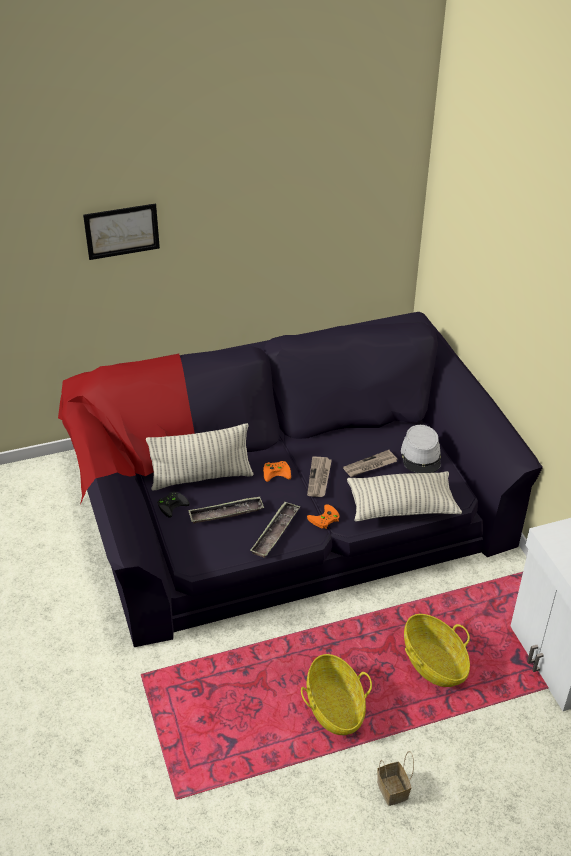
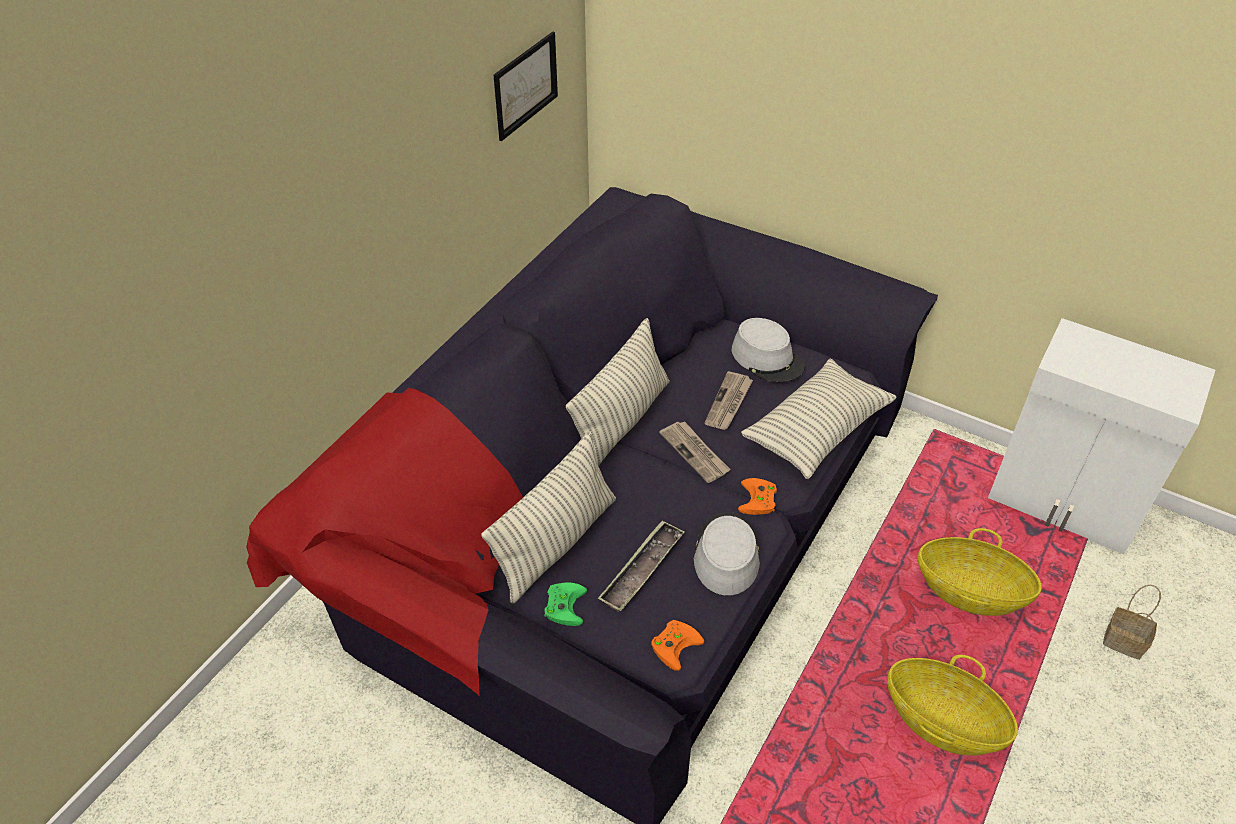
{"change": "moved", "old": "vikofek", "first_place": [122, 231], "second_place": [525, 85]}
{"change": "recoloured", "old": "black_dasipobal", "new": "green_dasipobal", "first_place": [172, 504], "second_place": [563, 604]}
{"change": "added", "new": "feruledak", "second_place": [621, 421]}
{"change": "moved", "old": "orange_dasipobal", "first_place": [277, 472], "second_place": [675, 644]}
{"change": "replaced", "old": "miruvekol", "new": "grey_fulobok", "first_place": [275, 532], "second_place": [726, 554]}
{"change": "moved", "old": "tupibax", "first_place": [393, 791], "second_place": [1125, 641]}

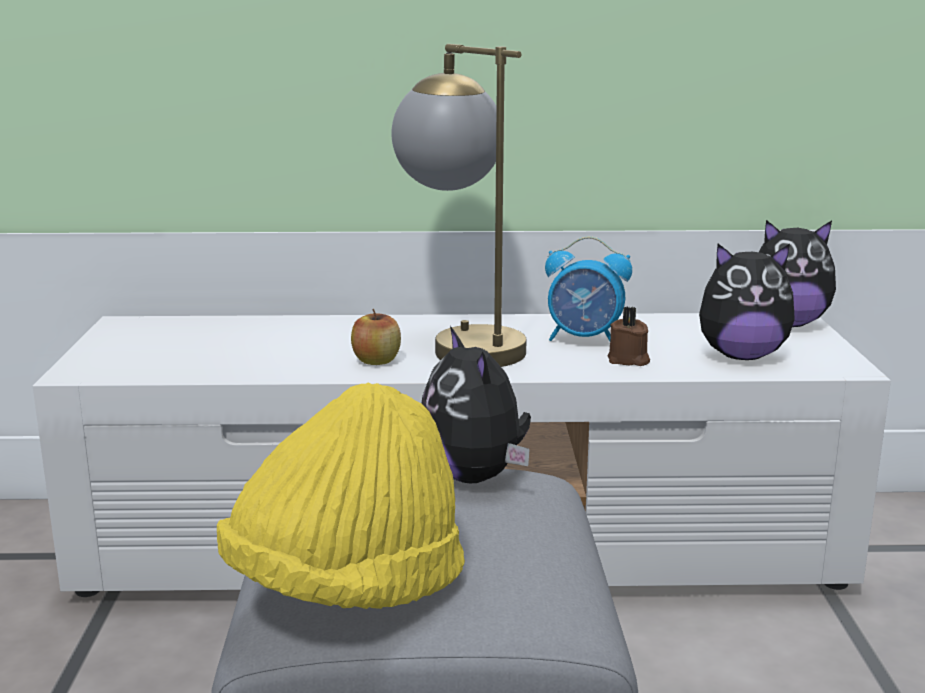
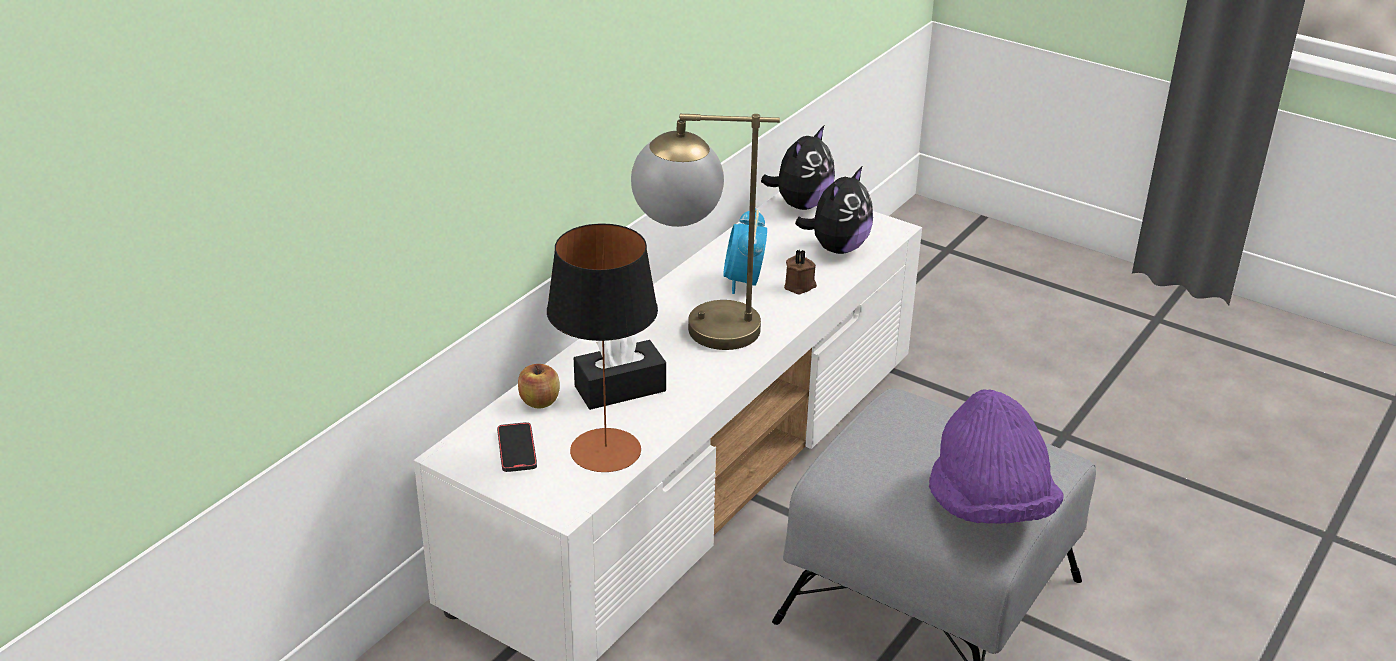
{"change": "added", "new": "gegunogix", "second_place": [517, 450]}
{"change": "moved", "old": "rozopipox", "first_place": [376, 361], "second_place": [539, 401]}
{"change": "added", "new": "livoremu", "second_place": [605, 451]}
{"change": "added", "new": "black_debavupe", "second_place": [620, 389]}
{"change": "turned", "old": "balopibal", "first_place": [584, 339], "second_place": [744, 282], "degrees": 135}
{"change": "recoloured", "old": "yellow_fulobok", "new": "purple_fulobok", "first_place": [347, 588], "second_place": [989, 506]}
{"change": "removed", "old": "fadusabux", "first_place": [476, 476]}

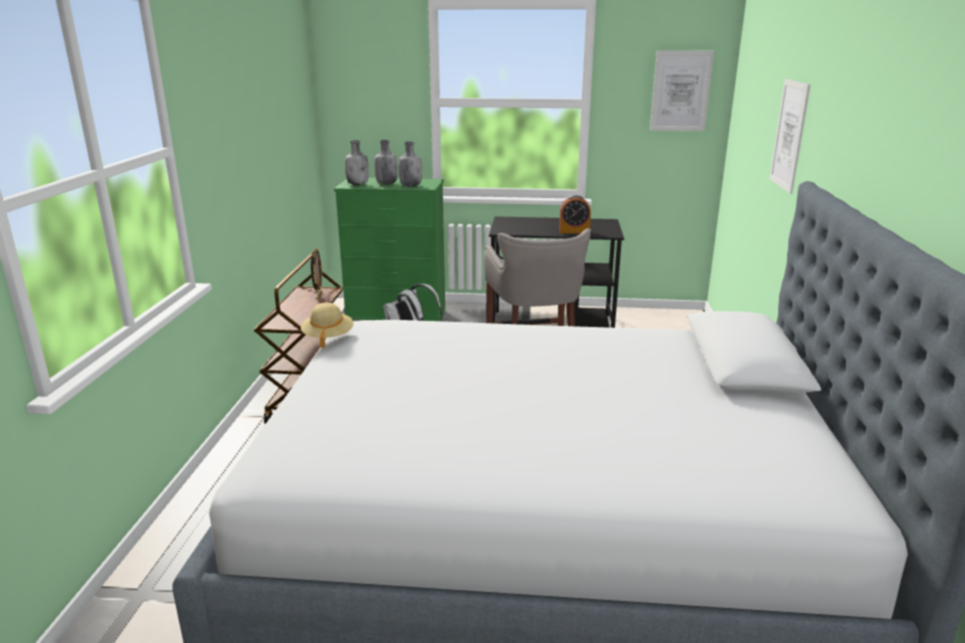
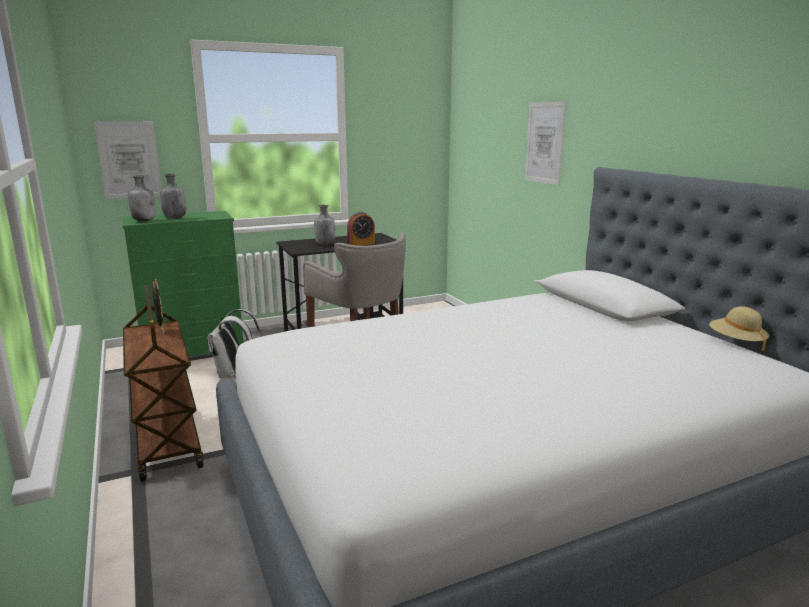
{"change": "moved", "old": "vikofek", "first_place": [681, 91], "second_place": [129, 160]}
{"change": "moved", "old": "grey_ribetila", "first_place": [410, 186], "second_place": [325, 244]}
{"change": "moved", "old": "beige_fulobok", "first_place": [328, 337], "second_place": [736, 342]}

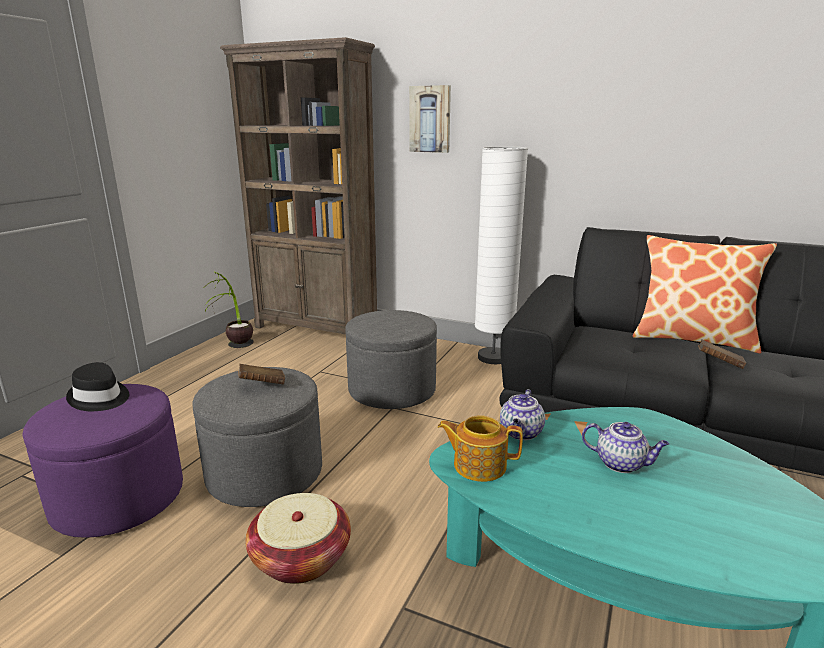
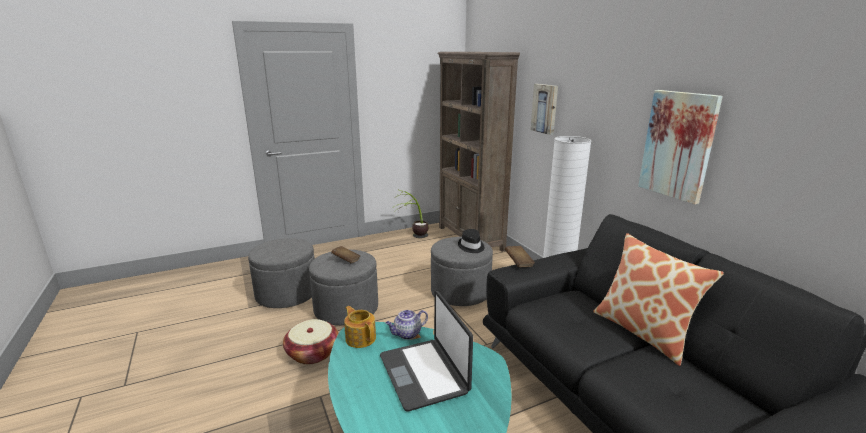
{"change": "recoloured", "old": "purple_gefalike", "new": "grey_gefalike", "first_place": [118, 498], "second_place": [286, 293]}
{"change": "replaced", "old": "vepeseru", "new": "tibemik", "first_place": [621, 463], "second_place": [424, 374]}
{"change": "moved", "old": "black_fulobok", "first_place": [99, 398], "second_place": [471, 246]}
{"change": "moved", "old": "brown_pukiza", "first_place": [719, 364], "second_place": [519, 263]}
{"change": "added", "new": "vikofek", "second_place": [678, 145]}

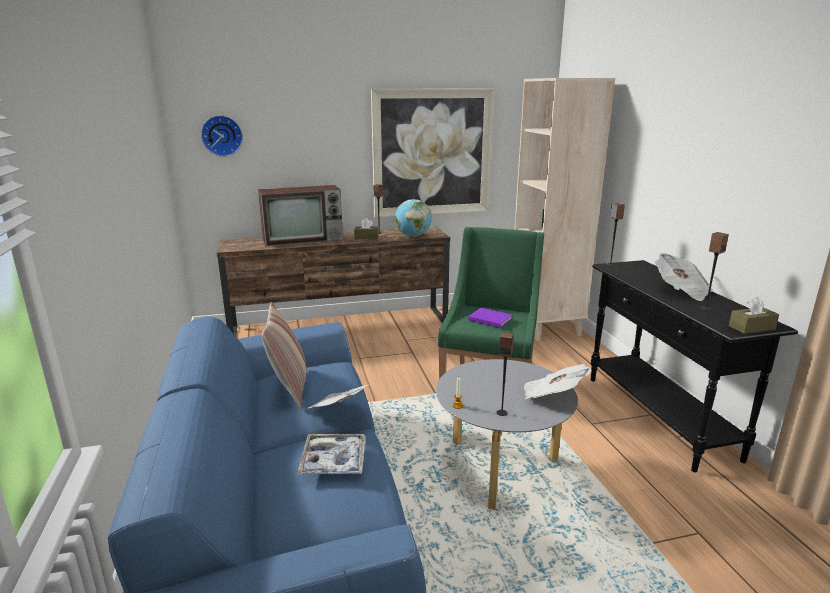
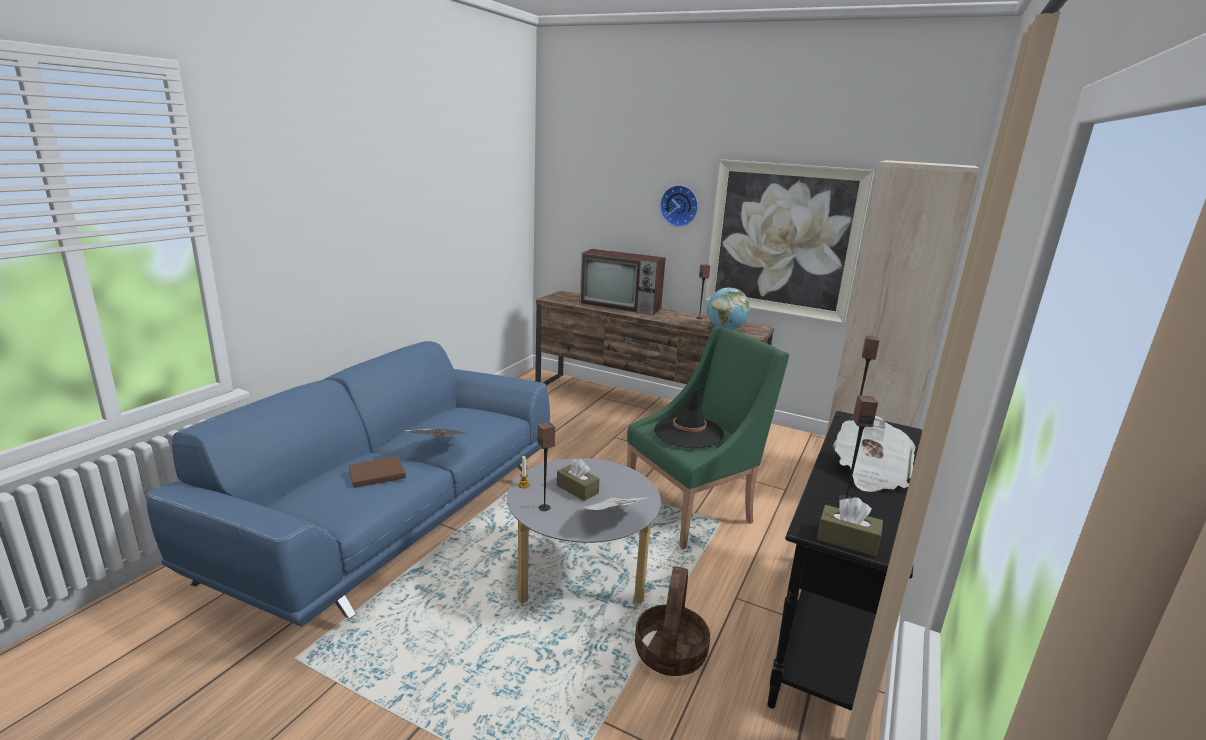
{"change": "replaced", "old": "miruvekol", "new": "brown_pukiza", "first_place": [333, 461], "second_place": [375, 474]}
{"change": "moved", "old": "brown_debavupe", "first_place": [366, 237], "second_place": [577, 489]}
{"change": "added", "new": "tupibax", "second_place": [670, 653]}
{"change": "replaced", "old": "purple_pukiza", "new": "black_fulobok", "first_place": [489, 319], "second_place": [688, 433]}
{"change": "moved", "old": "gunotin", "first_place": [222, 135], "second_place": [679, 206]}
{"change": "removed", "old": "feruledak", "first_place": [289, 388]}

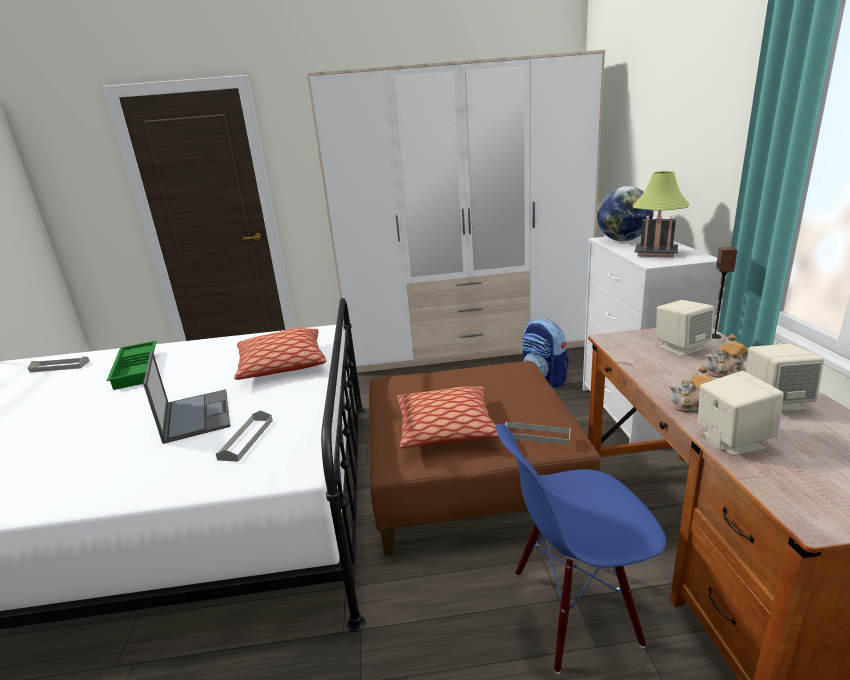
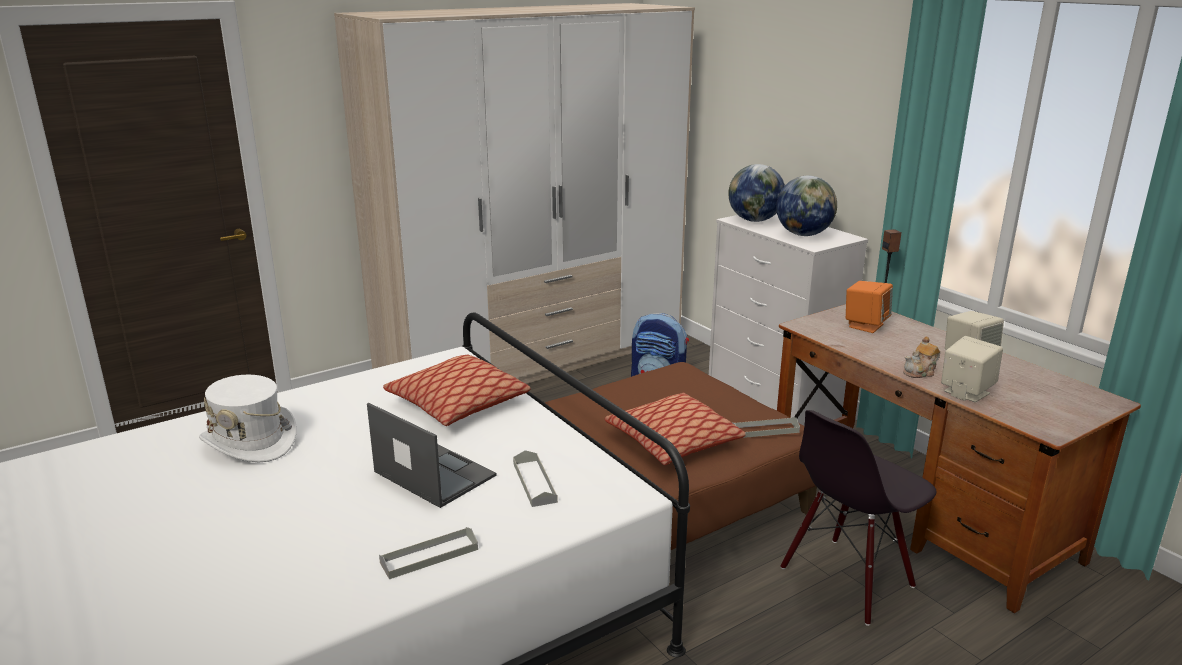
{"change": "replaced", "old": "green_miruvekol", "new": "white_fulobok", "first_place": [138, 369], "second_place": [250, 442]}
{"change": "moved", "old": "grey_miruvekol", "first_place": [60, 366], "second_place": [429, 556]}
{"change": "replaced", "old": "livoremu", "new": "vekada", "first_place": [656, 253], "second_place": [803, 234]}
{"change": "recoloured", "old": "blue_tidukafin", "new": "black_tidukafin", "first_place": [574, 609], "second_place": [847, 579]}
{"change": "recoloured", "old": "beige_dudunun", "new": "orange_dudunun", "first_place": [680, 347], "second_place": [865, 325]}
{"change": "removed", "old": "vepeseru", "first_place": [725, 372]}

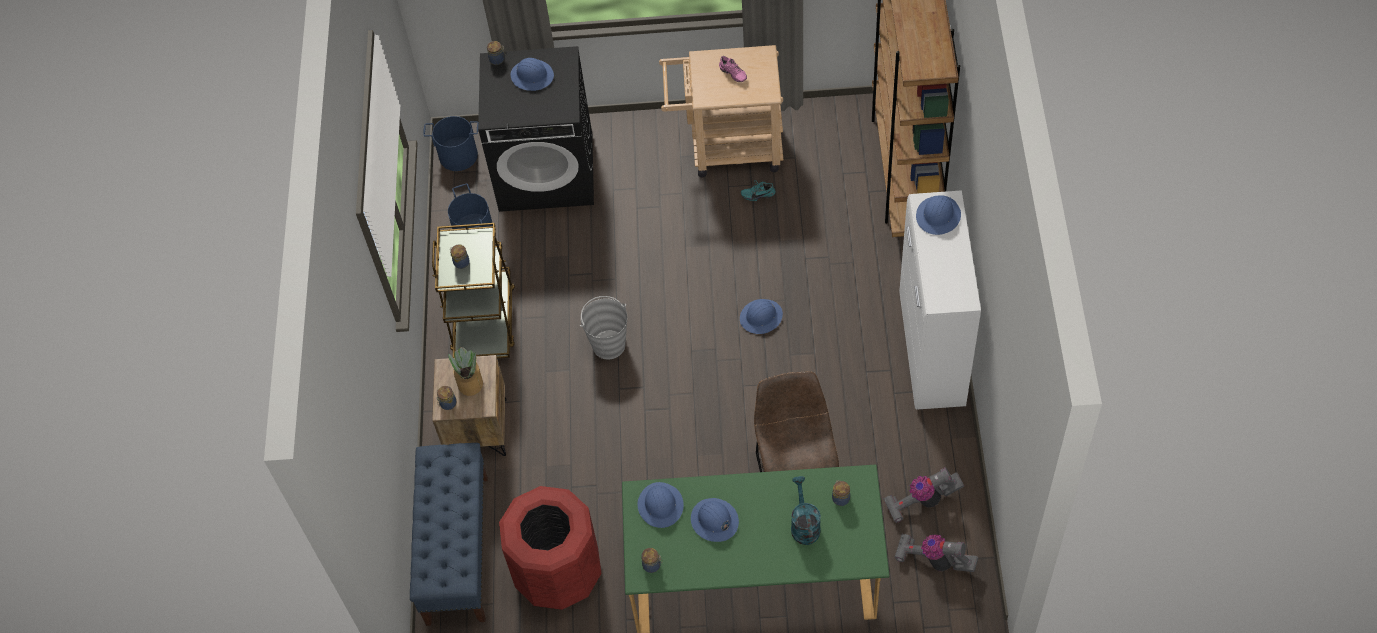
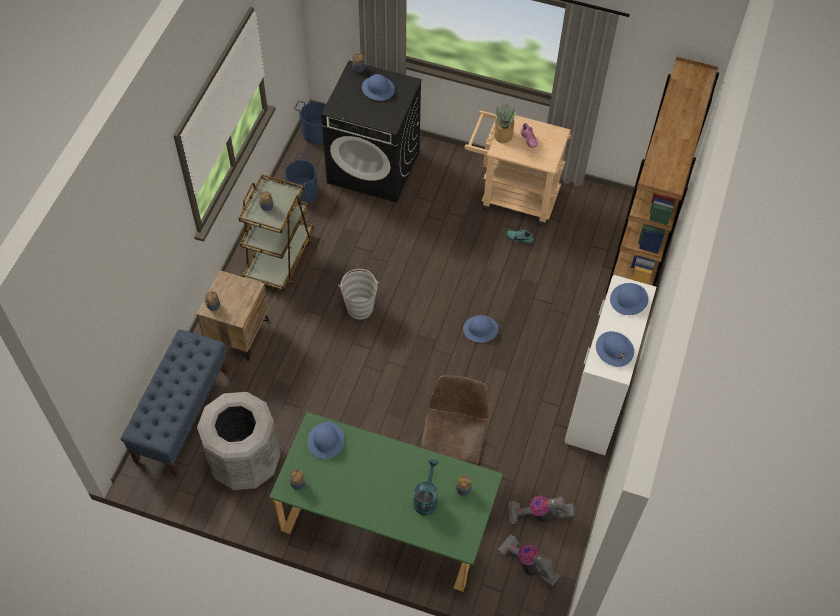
{"change": "recoloured", "old": "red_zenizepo", "new": "grey_zenizepo", "first_place": [558, 574], "second_place": [245, 462]}
{"change": "moved", "old": "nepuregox", "first_place": [470, 384], "second_place": [503, 135]}
{"change": "moved", "old": "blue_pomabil", "first_place": [714, 521], "second_place": [614, 350]}

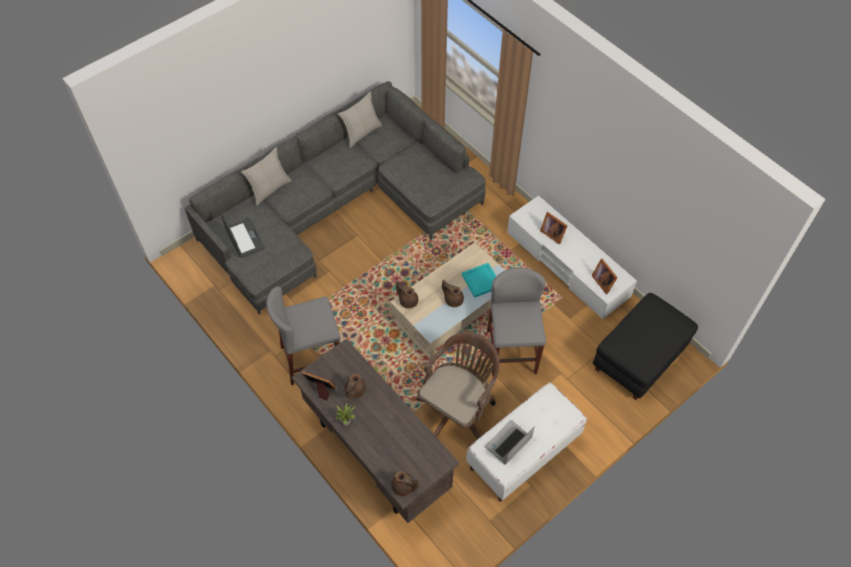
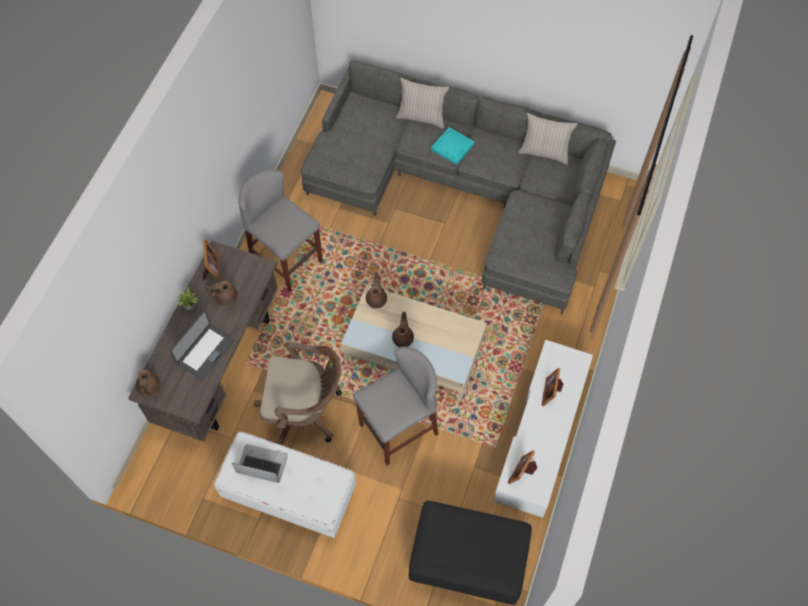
{"change": "moved", "old": "tibemik", "first_place": [244, 238], "second_place": [205, 351]}
{"change": "moved", "old": "turquoise_miruvekol", "first_place": [482, 281], "second_place": [452, 147]}

